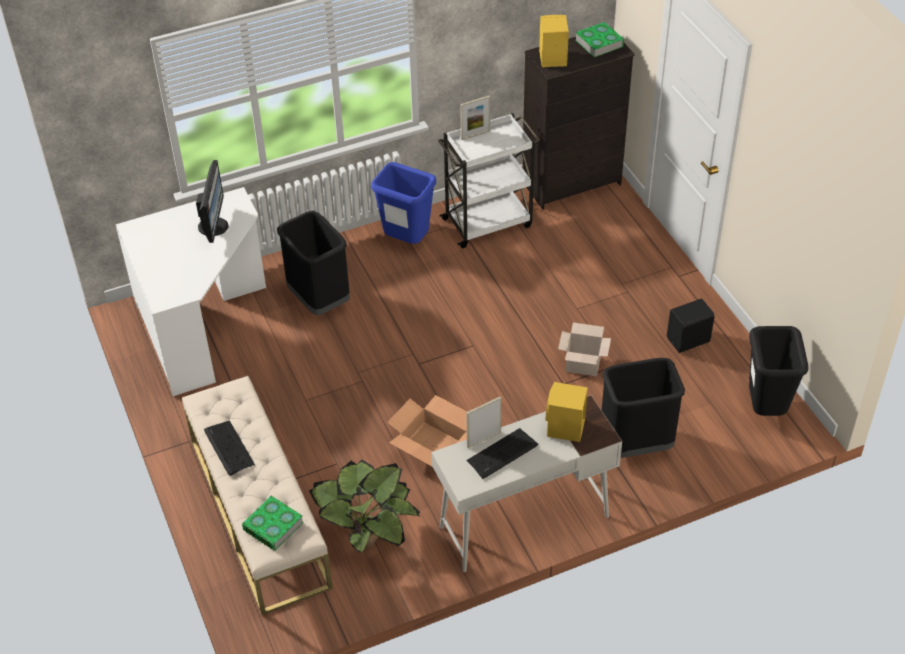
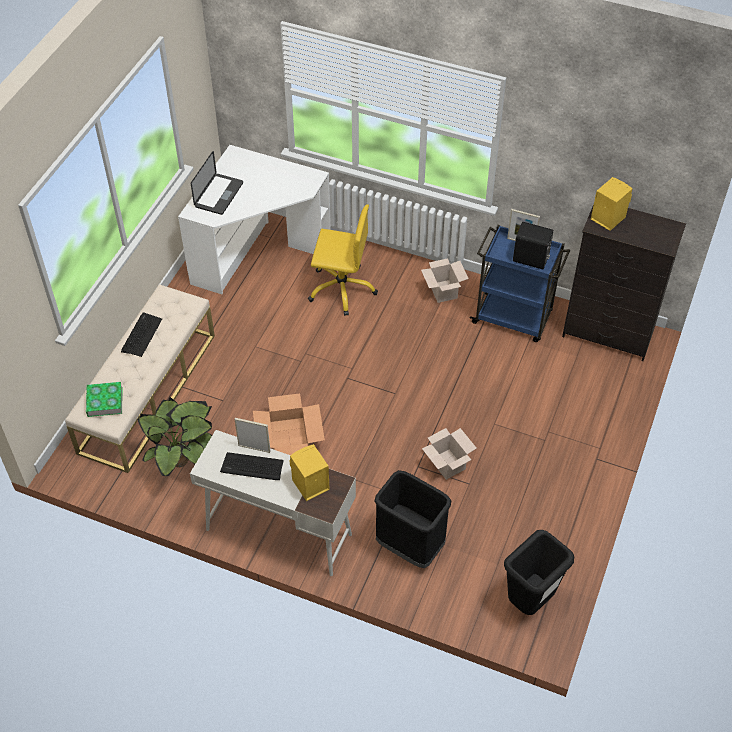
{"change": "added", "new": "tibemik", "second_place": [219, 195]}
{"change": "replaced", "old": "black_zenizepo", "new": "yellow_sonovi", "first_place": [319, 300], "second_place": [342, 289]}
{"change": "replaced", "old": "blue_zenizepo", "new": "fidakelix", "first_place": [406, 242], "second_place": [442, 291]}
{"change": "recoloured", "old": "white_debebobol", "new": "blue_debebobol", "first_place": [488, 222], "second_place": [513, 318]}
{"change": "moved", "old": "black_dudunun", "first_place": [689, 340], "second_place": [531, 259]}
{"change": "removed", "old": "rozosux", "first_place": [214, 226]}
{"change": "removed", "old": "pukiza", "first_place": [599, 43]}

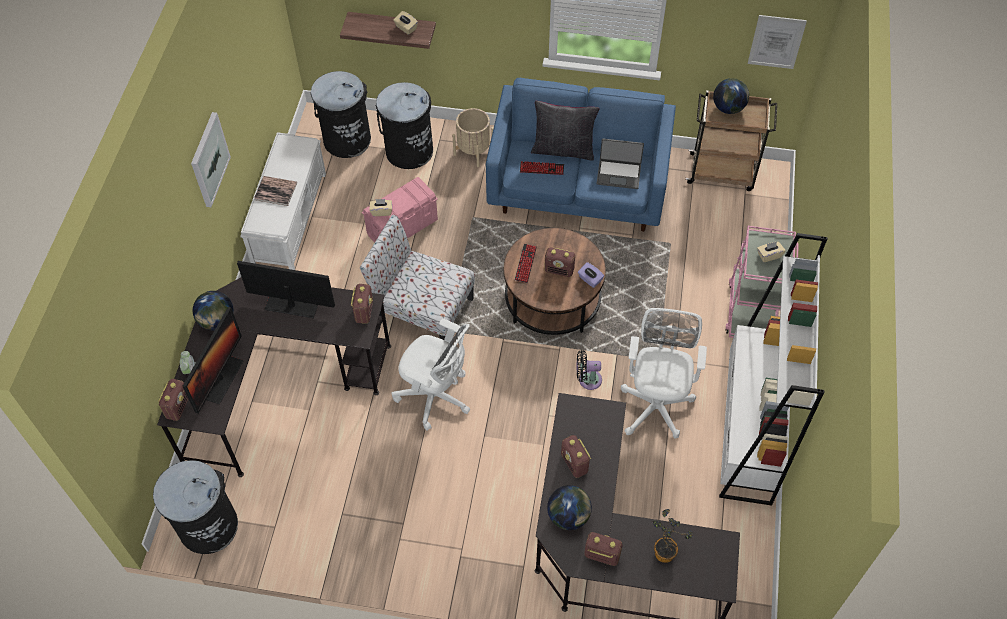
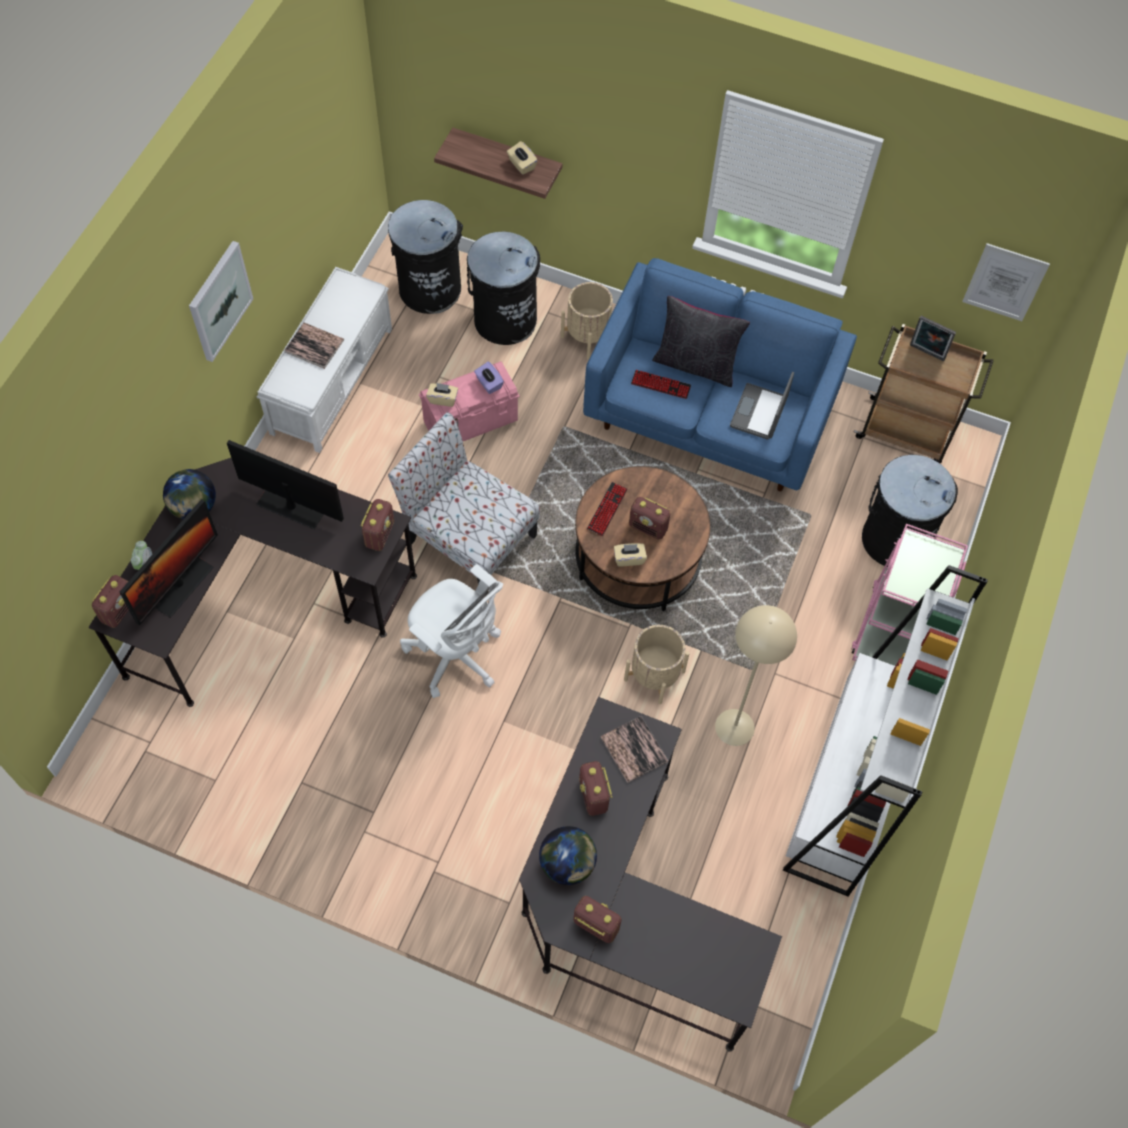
{"change": "moved", "old": "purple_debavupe", "first_place": [590, 279], "second_place": [489, 383]}
{"change": "added", "new": "pukiza", "second_place": [634, 749]}
{"change": "moved", "old": "beige_debavupe", "first_place": [769, 255], "second_place": [629, 558]}
{"change": "replaced", "old": "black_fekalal", "new": "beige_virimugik", "first_place": [587, 379], "second_place": [654, 675]}
{"change": "replaced", "old": "white_sonovi", "new": "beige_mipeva", "first_place": [656, 403], "second_place": [735, 727]}
{"change": "turned", "old": "tibemik", "first_place": [619, 174], "second_place": [759, 413], "degrees": 90}
{"change": "moved", "old": "black_zenizepo", "first_place": [208, 526], "second_place": [894, 538]}
{"change": "replaced", "old": "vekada", "new": "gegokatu", "first_place": [728, 108], "second_place": [926, 354]}
{"change": "removed", "old": "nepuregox", "first_place": [664, 550]}

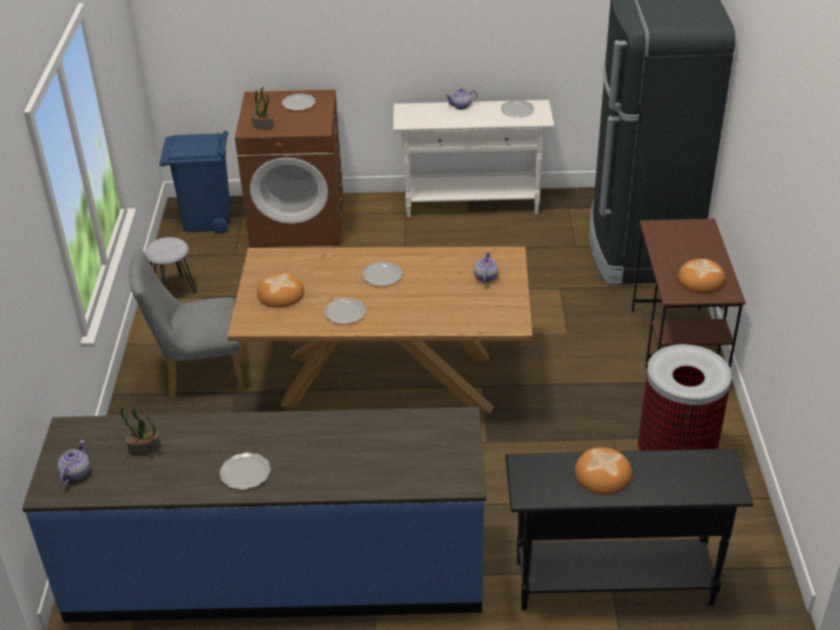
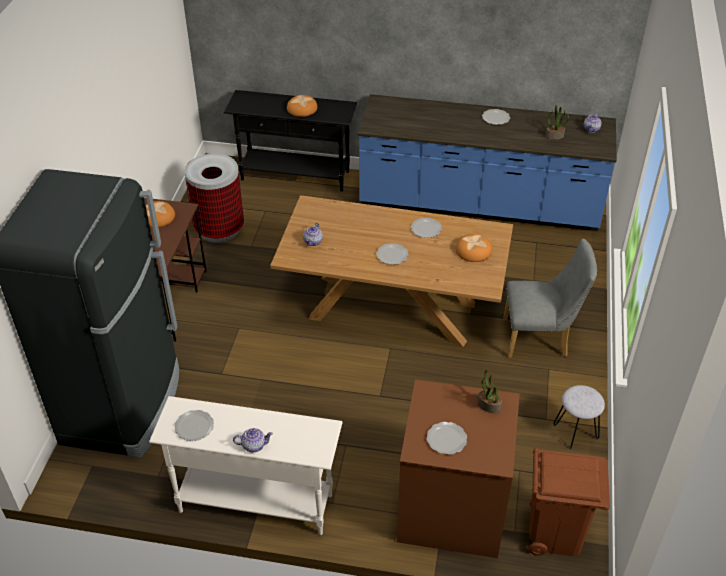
{"change": "recoloured", "old": "blue_zenizepo", "new": "brown_zenizepo", "first_place": [206, 220], "second_place": [555, 532]}

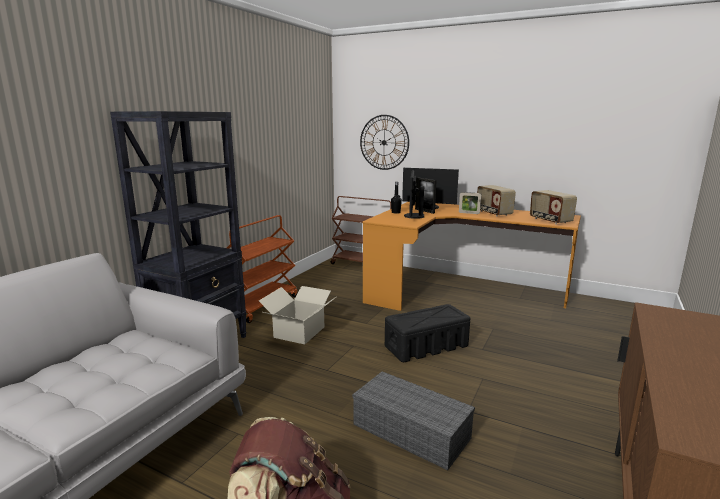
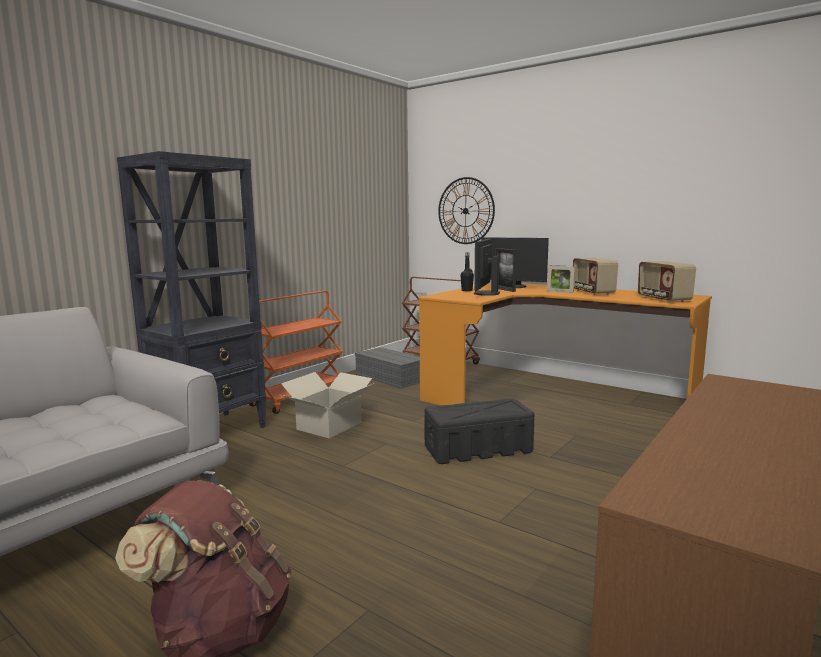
{"change": "moved", "old": "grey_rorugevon", "first_place": [413, 431], "second_place": [391, 378]}

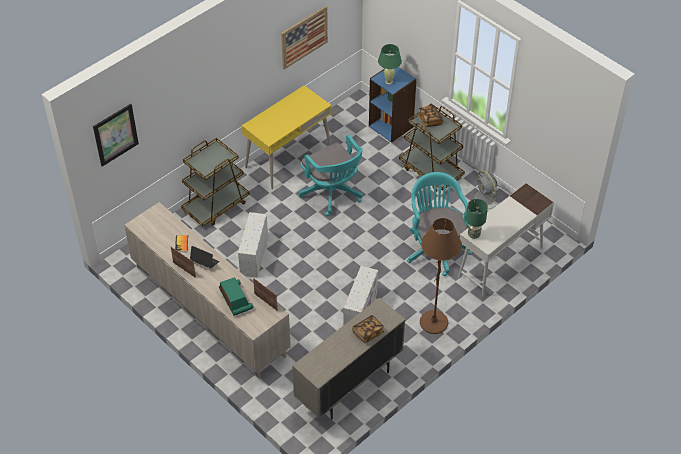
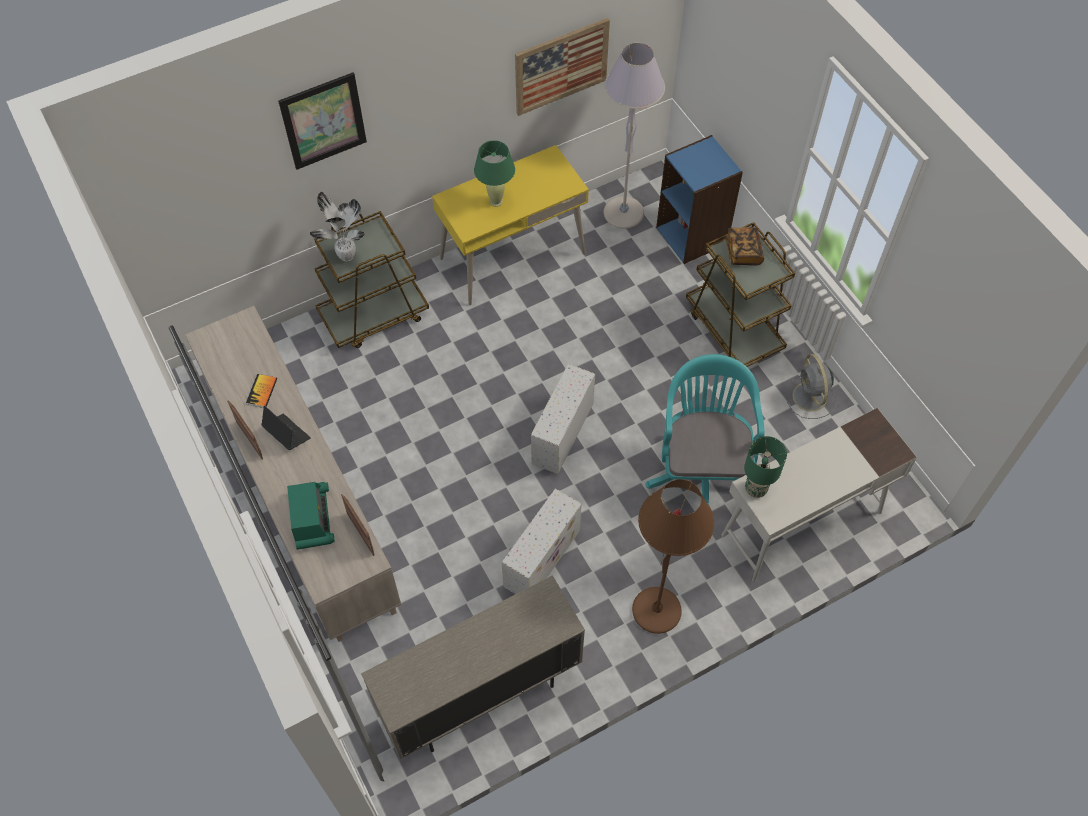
{"change": "moved", "old": "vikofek", "first_place": [115, 134], "second_place": [323, 121]}
{"change": "added", "new": "nepuregox", "second_place": [346, 257]}
{"change": "moved", "old": "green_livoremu", "first_place": [389, 81], "second_place": [496, 201]}
{"change": "moved", "old": "white_rorugevon", "first_place": [254, 256], "second_place": [562, 434]}
{"change": "added", "new": "grey_mipeva", "second_place": [624, 213]}
{"change": "removed", "old": "turquoise_sonovi", "first_place": [333, 194]}
{"change": "removed", "old": "pukiza", "first_place": [368, 333]}

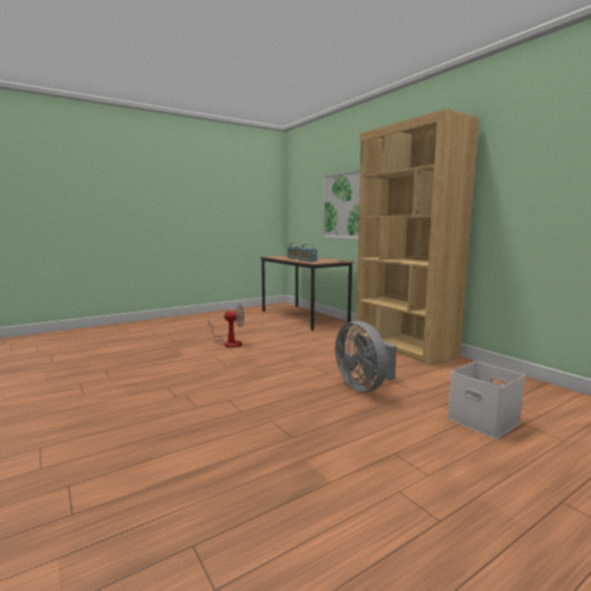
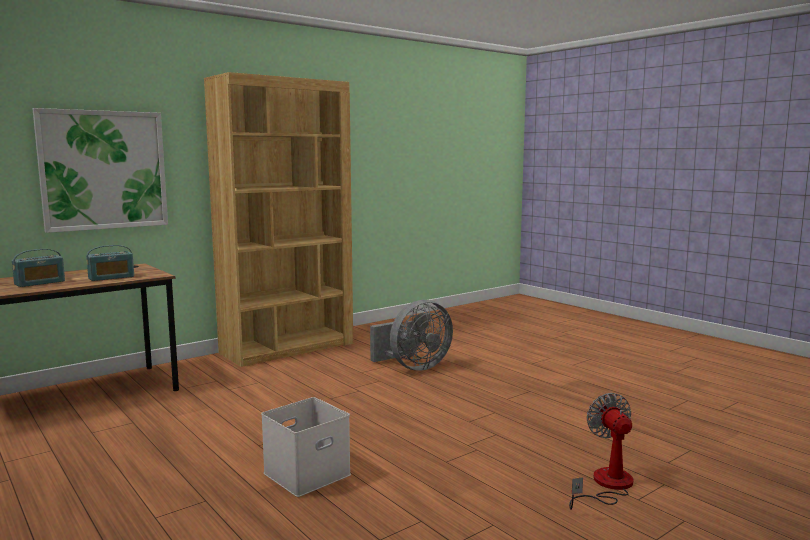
{"change": "moved", "old": "white_rorugevon", "first_place": [485, 420], "second_place": [307, 473]}
{"change": "moved", "old": "fekalal", "first_place": [229, 343], "second_place": [606, 485]}

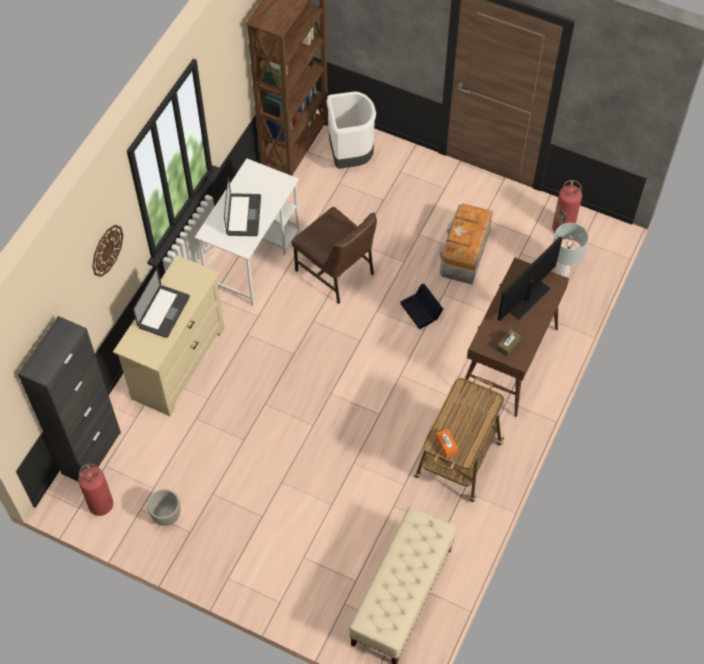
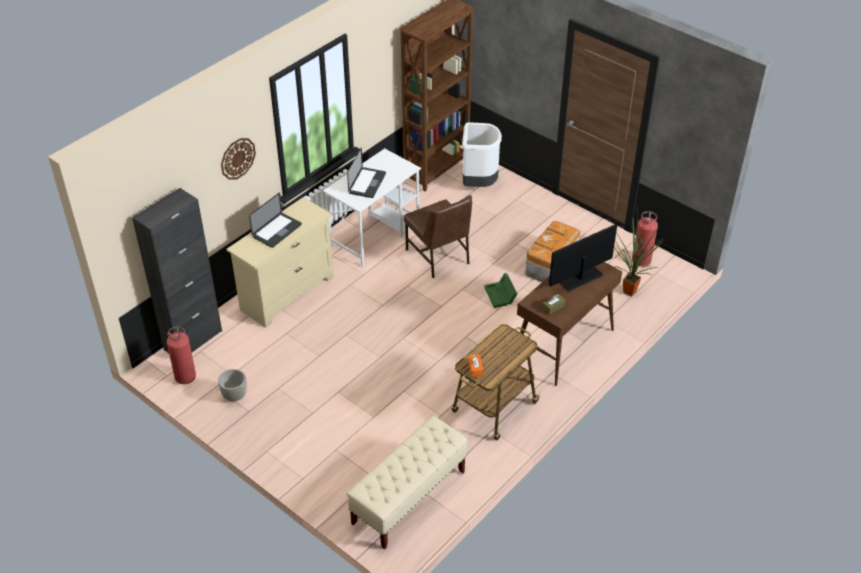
{"change": "recoloured", "old": "black_rorugevon", "new": "green_rorugevon", "first_place": [422, 311], "second_place": [501, 296]}
{"change": "replaced", "old": "grey_livoremu", "new": "nepuregox", "first_place": [562, 271], "second_place": [631, 291]}

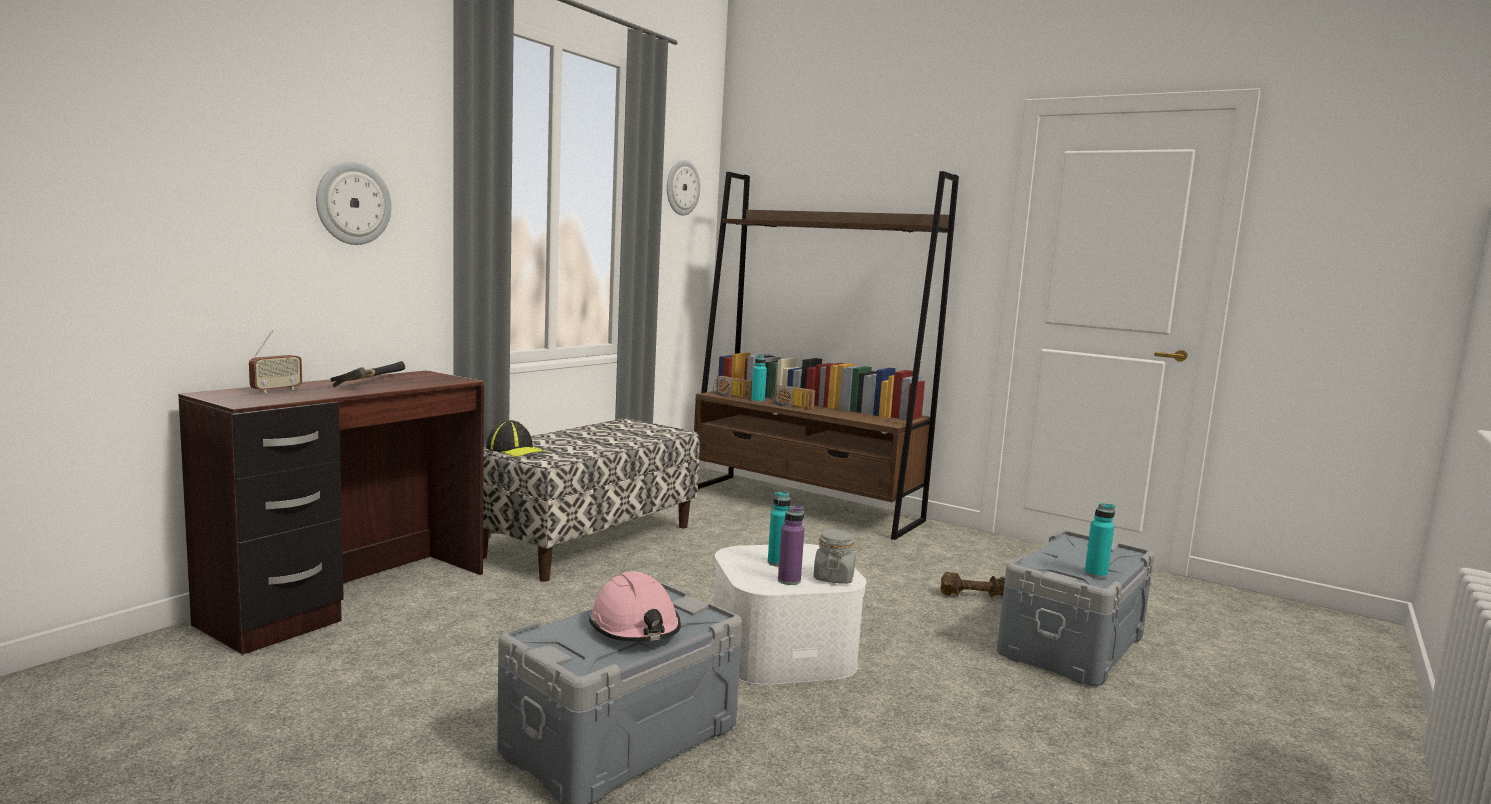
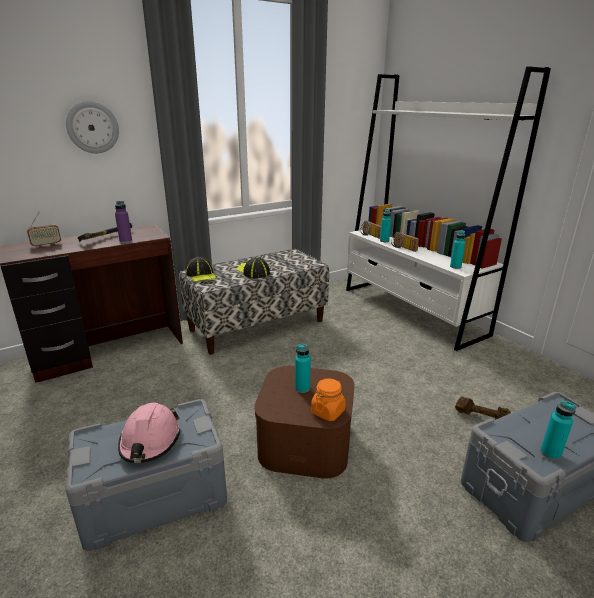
{"change": "moved", "old": "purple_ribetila", "first_place": [789, 581], "second_place": [126, 241]}
{"change": "added", "new": "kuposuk", "second_place": [253, 272]}
{"change": "recoloured", "old": "white_rorugevon", "new": "brown_rorugevon", "first_place": [783, 650], "second_place": [305, 441]}
{"change": "recoloured", "old": "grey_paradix", "new": "orange_paradix", "first_place": [833, 578], "second_place": [328, 411]}
{"change": "recoloured", "old": "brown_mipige", "new": "white_mipige", "first_place": [804, 505], "second_place": [412, 311]}
{"change": "added", "new": "turquoise_ribetila", "second_place": [455, 267]}
{"change": "removed", "old": "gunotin", "first_place": [682, 187]}

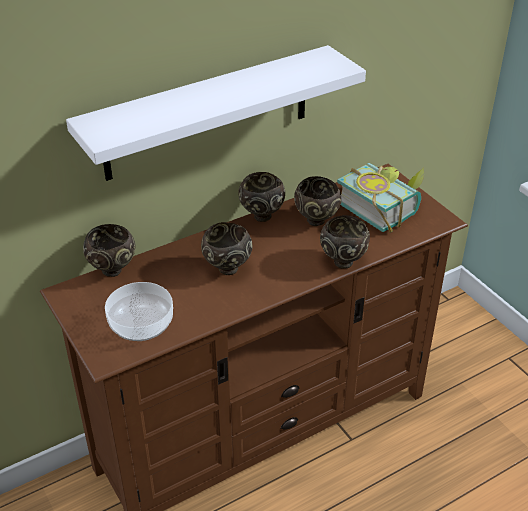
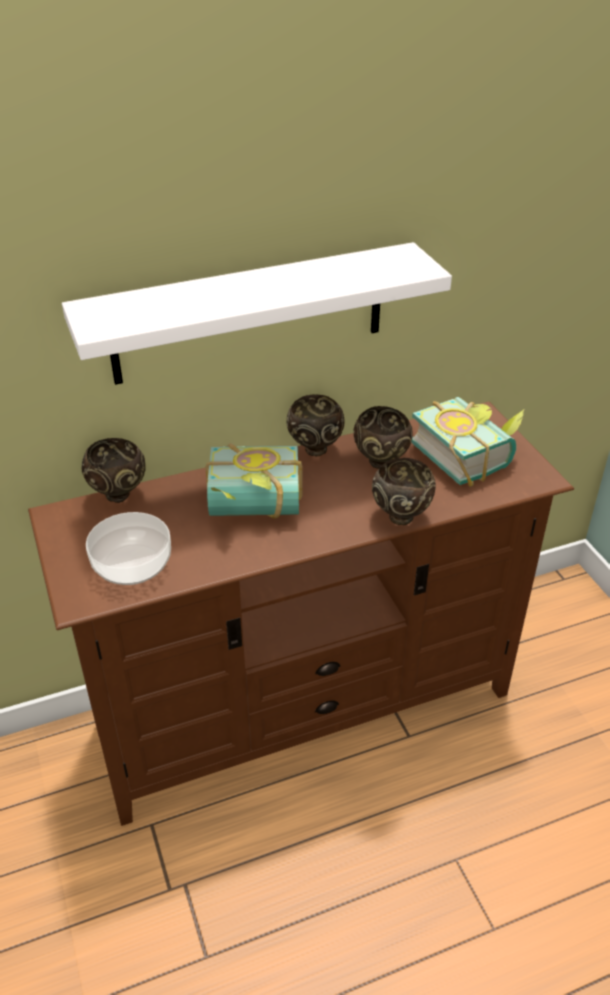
{"change": "replaced", "old": "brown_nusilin", "new": "pukiza", "first_place": [226, 269], "second_place": [254, 509]}

